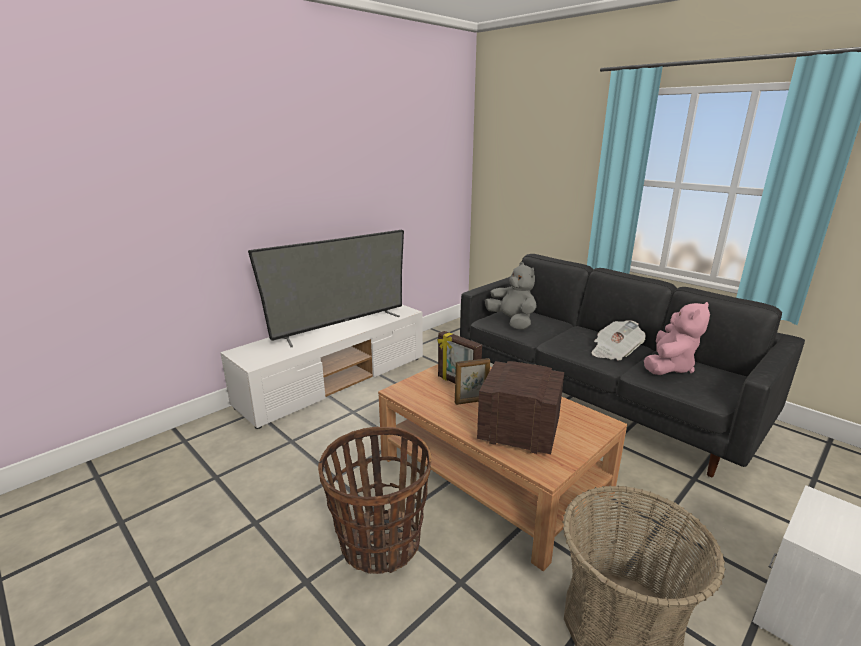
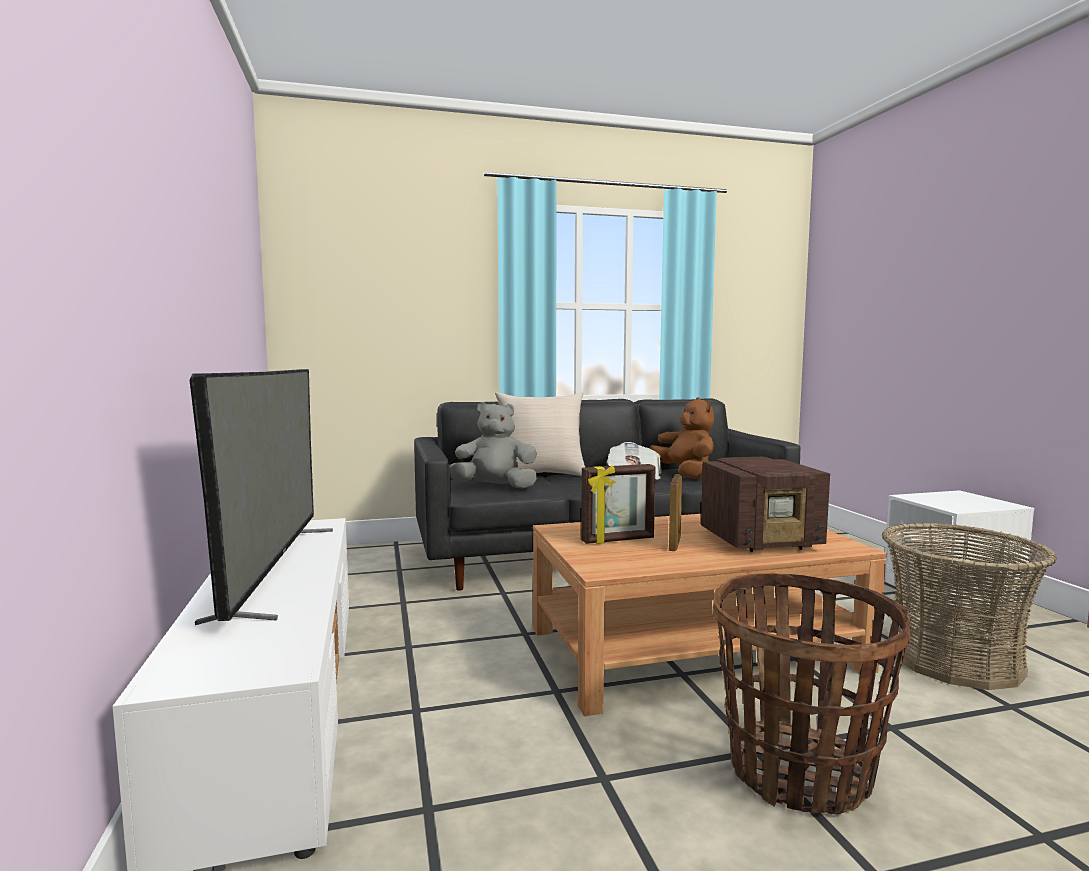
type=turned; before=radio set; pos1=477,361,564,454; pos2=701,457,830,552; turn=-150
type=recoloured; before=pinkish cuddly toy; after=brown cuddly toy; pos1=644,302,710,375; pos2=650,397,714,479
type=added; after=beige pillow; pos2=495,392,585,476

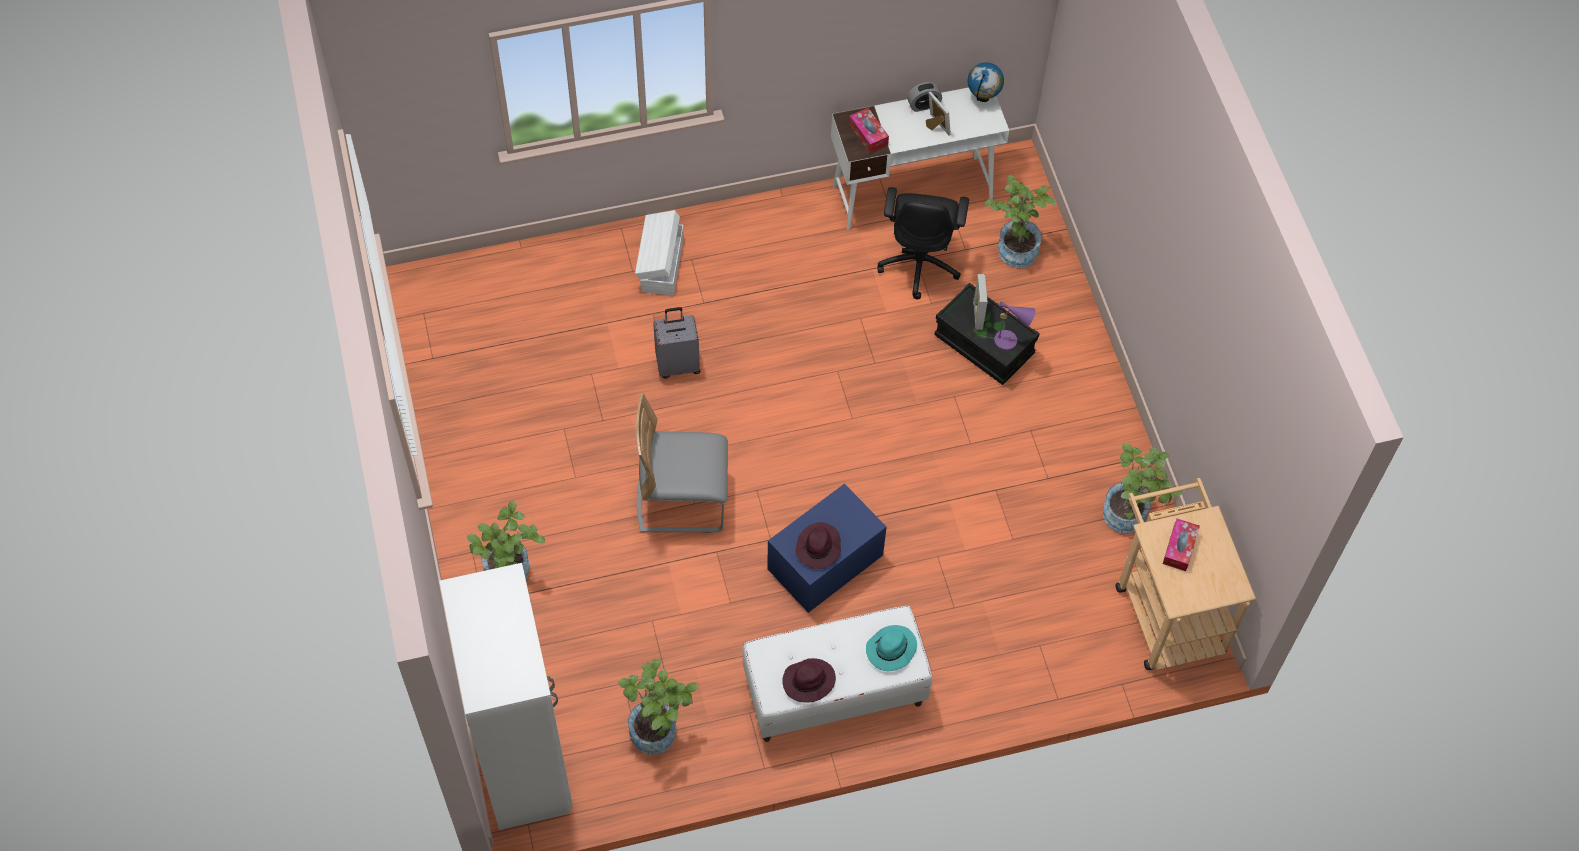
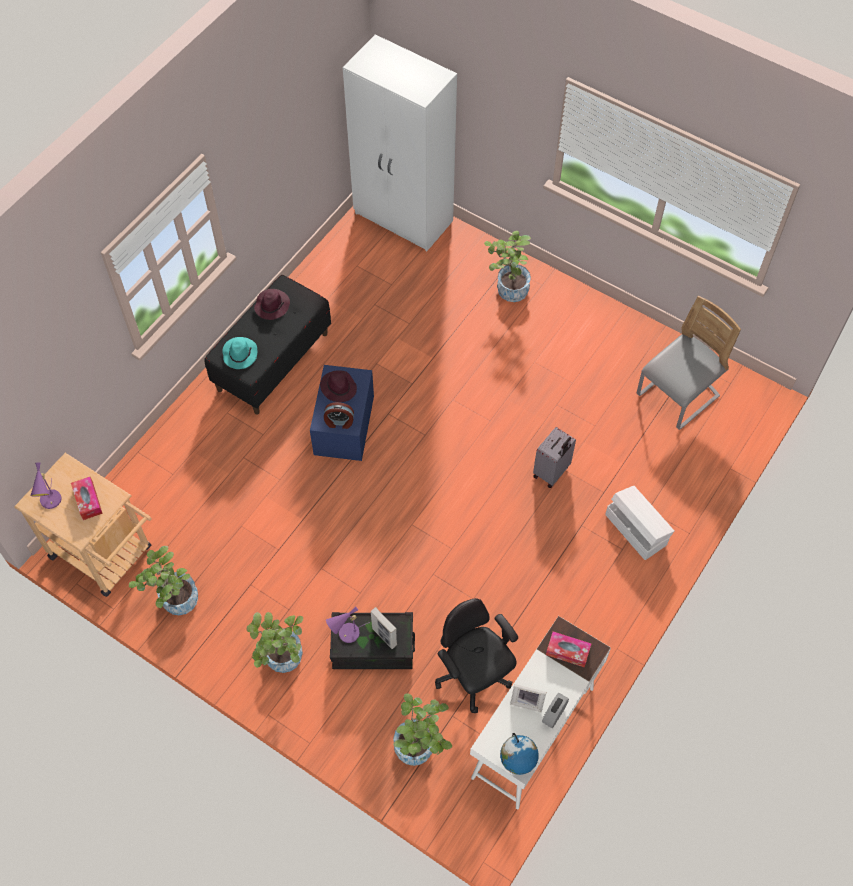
type=moved; before=houseplant; pos1=618,659,698,755; pos2=246,612,303,673
type=moved; before=gray upright chair; pos1=636,393,728,533; pos2=637,296,741,430
type=recoloured; before=whitish indoor bench; after=black-coloured indoor bench; pos1=742,606,932,742; pos2=204,275,331,415
type=added; after=purplish lamp for a table; pos2=31,462,61,509
type=added; after=table clock; pos2=324,402,354,429

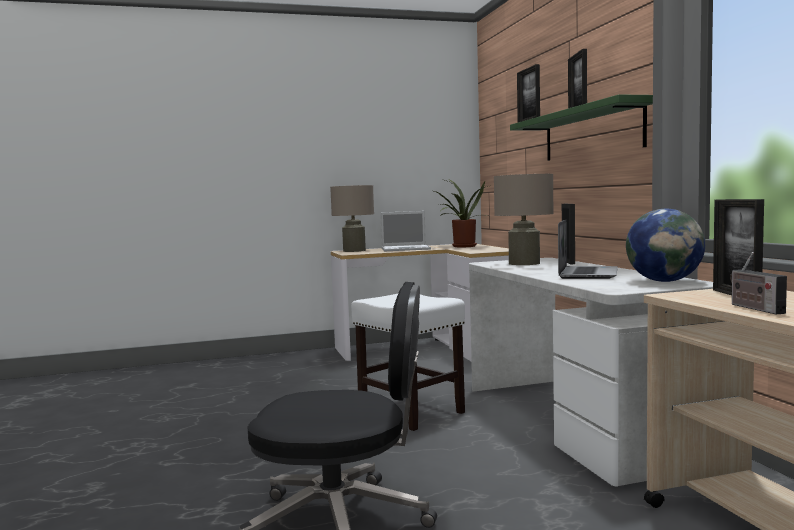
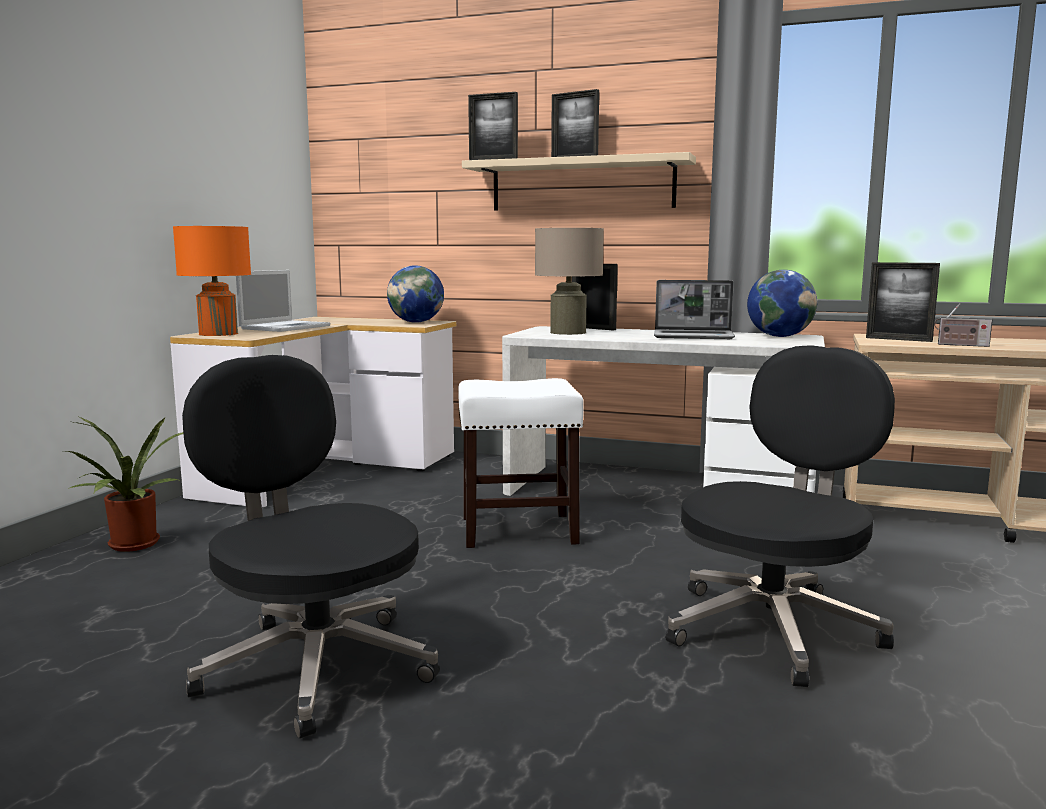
type=recoloured; before=beige lamp for a table; after=orange lamp for a table; pos1=330,185,374,252; pos2=173,226,251,336
type=moved; before=houseplant; pos1=434,179,488,247; pos2=67,416,183,552
type=recoloured; before=green-coloured bracket shelf; after=beige bracket shelf; pos1=510,94,653,161; pos2=462,152,696,211
type=turned; before=laptop; pos1=558,219,618,279; pos2=654,280,735,339; turn=135
type=added; after=black-coloured desk chair; pos2=182,355,440,739
type=added; after=globe; pos2=387,265,444,323

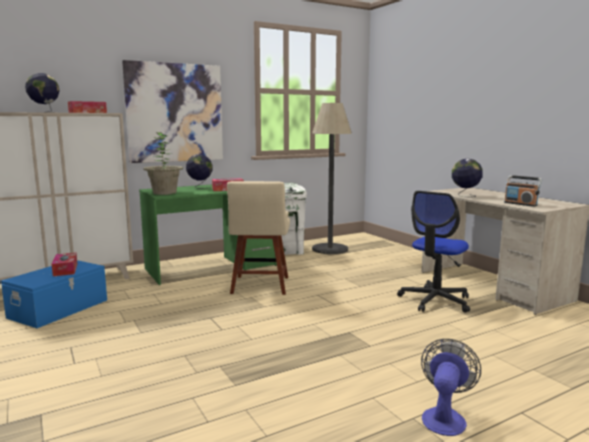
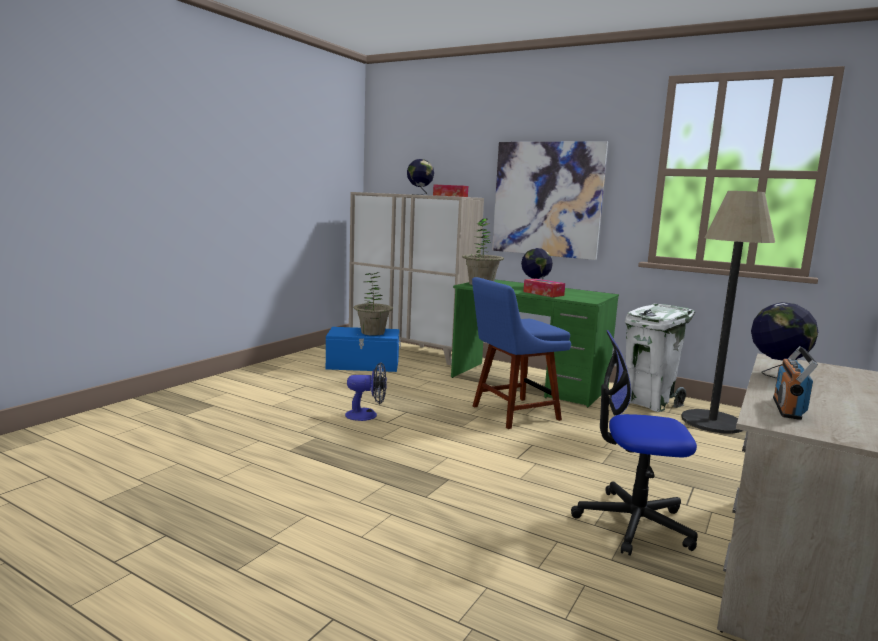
type=replaced; before=box of tissues; after=houseplant; pos1=52,253,77,276; pos2=354,272,393,336
type=recoloured; before=beige upright chair; after=blue-coloured upright chair; pos1=227,181,290,295; pos2=472,277,571,429
type=moved; before=cooling fan; pos1=421,339,481,436; pos2=345,362,387,421

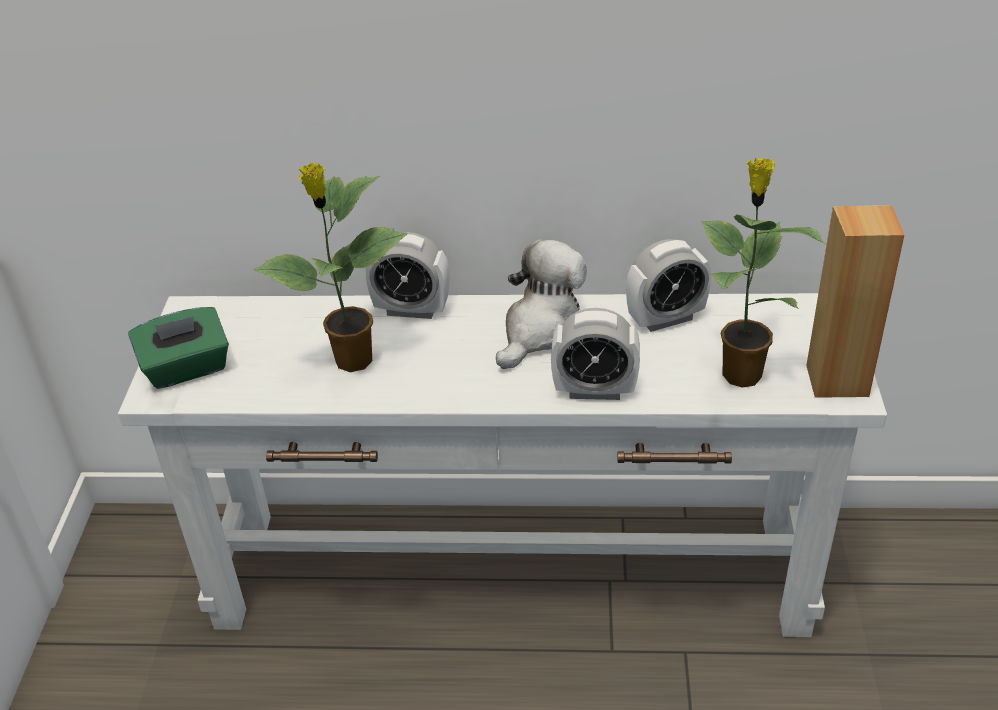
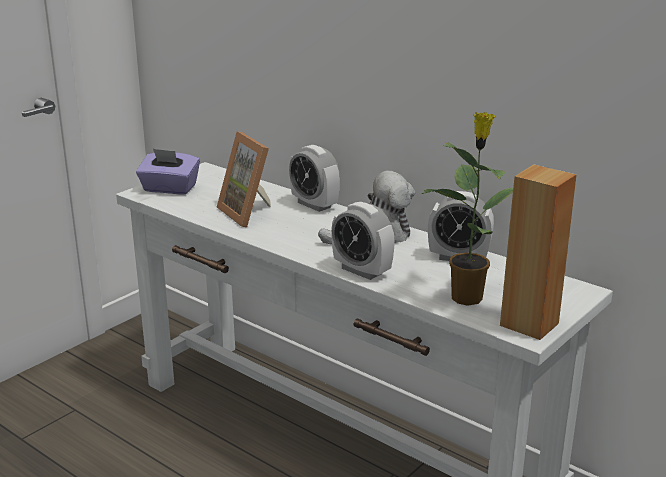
type=recoloured; before=green-coloured box of tissues; after=purplish box of tissues; pos1=128,307,229,389; pos2=136,149,200,194
type=replaced; before=houseplant; after=standing frame; pos1=253,162,408,372; pos2=217,131,271,227

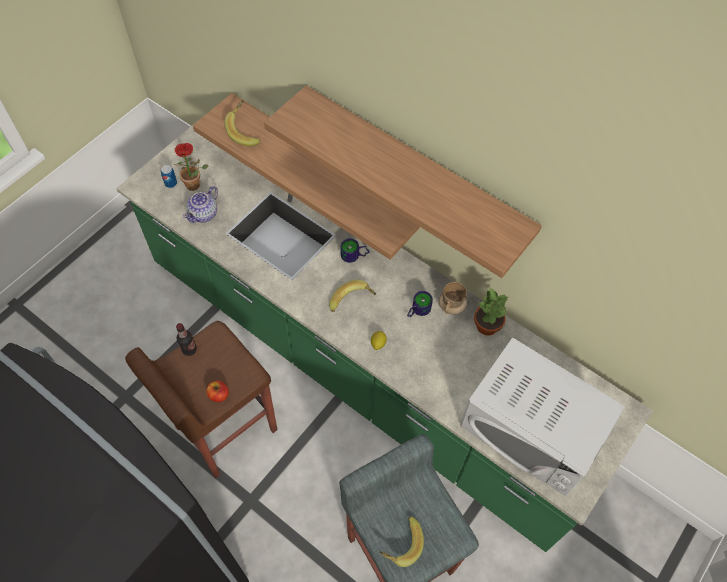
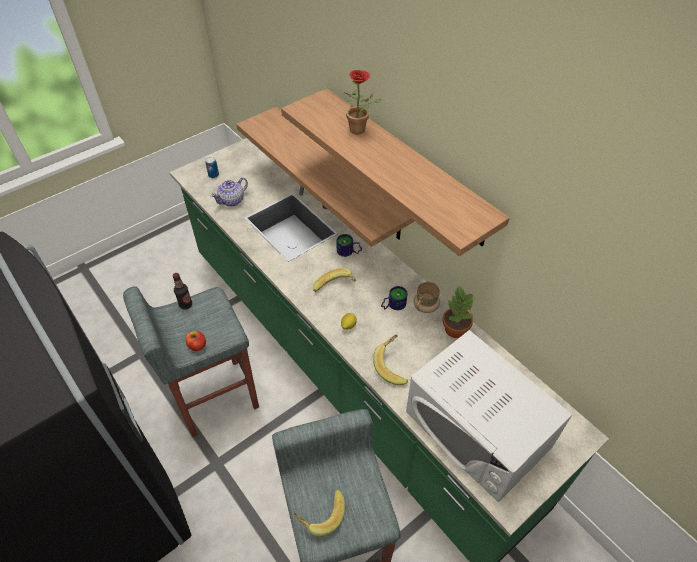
type=recoloured; before=brown stool; after=gray stool; pos1=125,321,277,478; pos2=123,286,259,437
type=moved; before=houseplant; pos1=174,143,209,191; pos2=344,70,382,134
type=moved; before=banana fruit; pos1=225,100,261,147; pos2=373,334,408,385

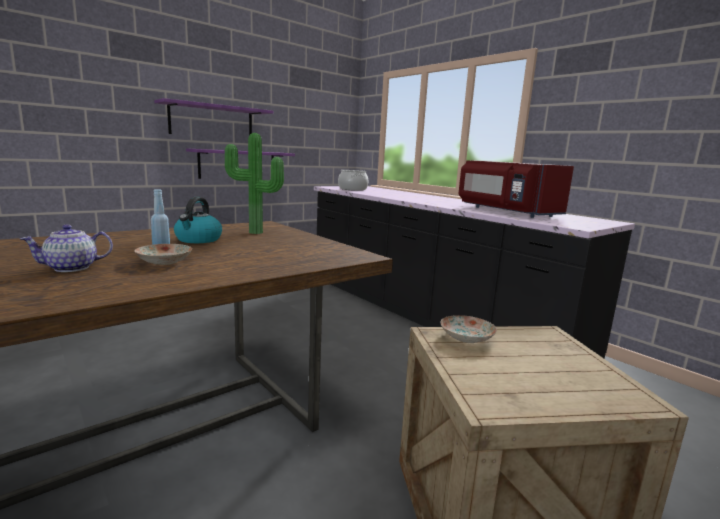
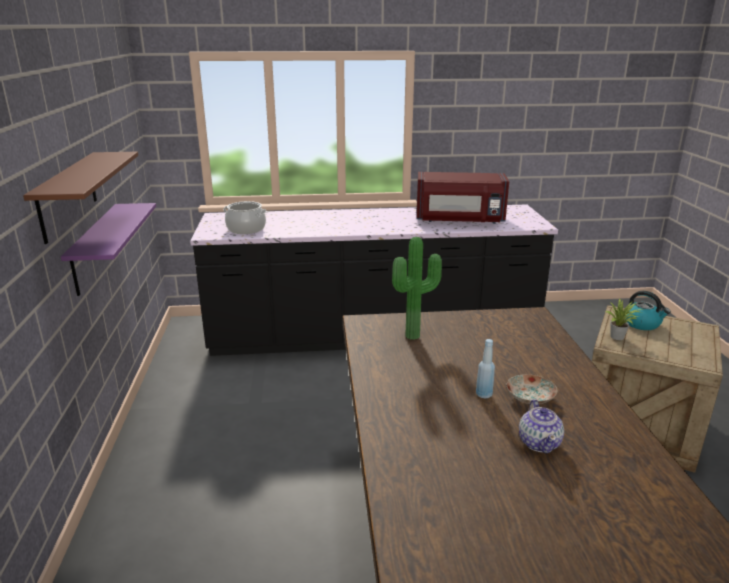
type=recoloured; before=purplish bracket shelf; after=brown bracket shelf; pos1=154,98,273,135; pos2=23,152,138,244
type=moved; before=water kettle; pos1=174,197,222,243; pos2=624,291,671,330
type=replaced; before=plate; after=houseplant; pos1=440,315,497,343; pos2=605,298,642,340

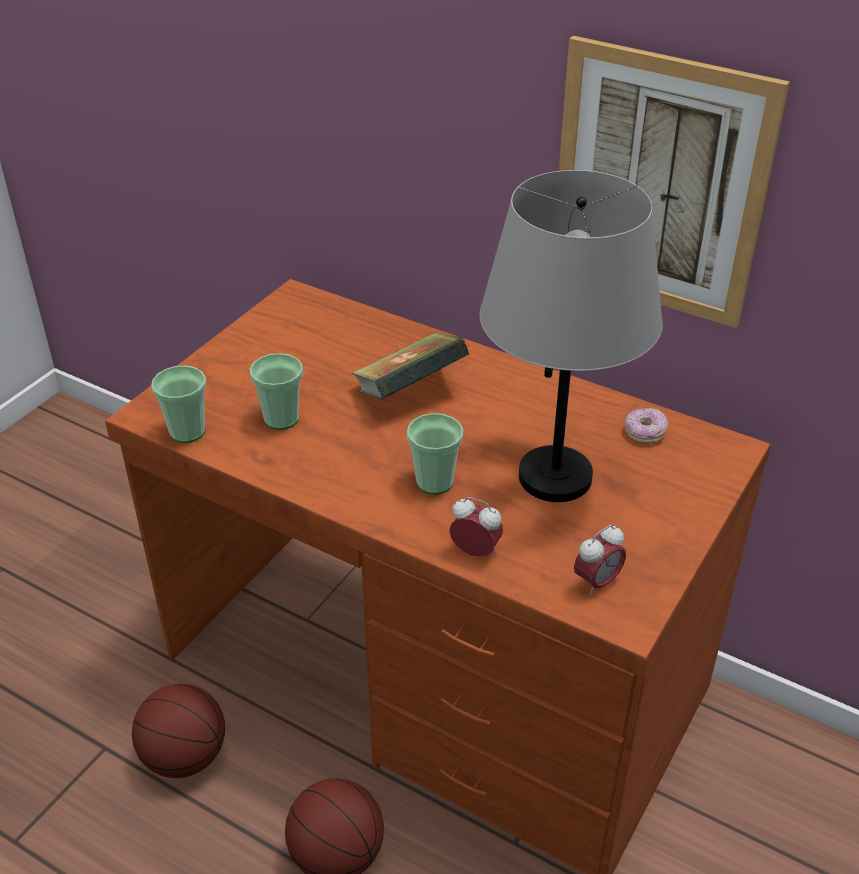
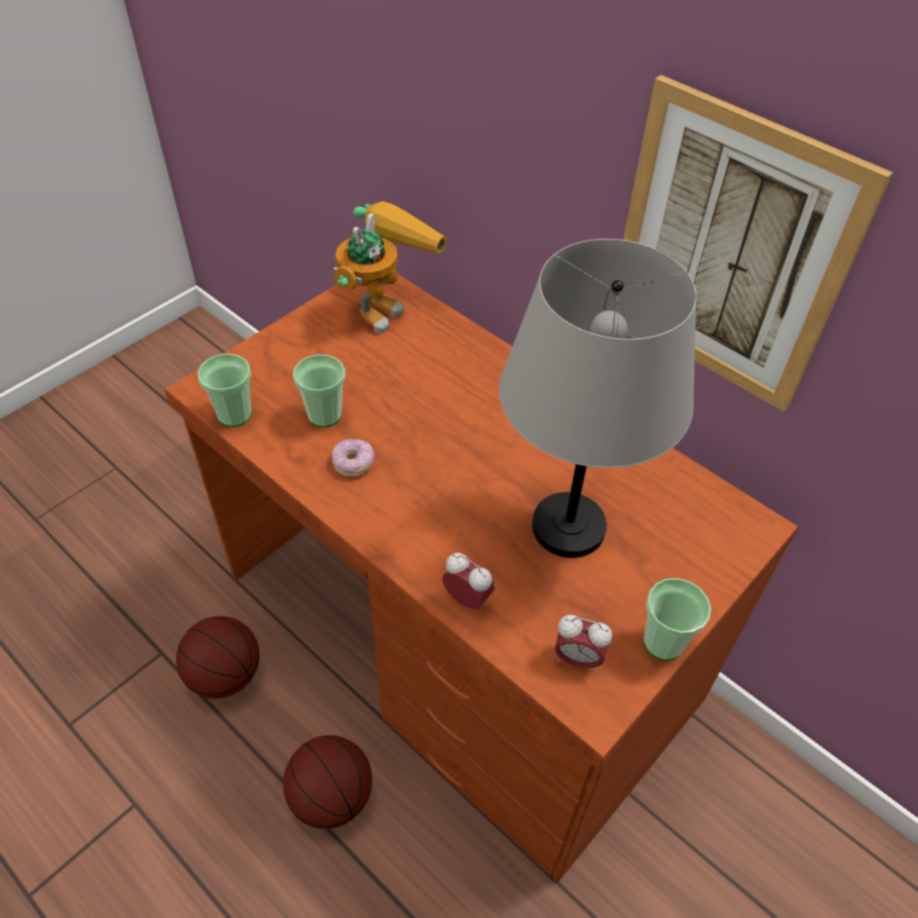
type=removed; before=bound book; pos1=352,332,469,400
type=moved; before=drinking cup; pos1=407,413,463,495; pos2=643,578,711,661
type=turned; before=table clock; pos1=574,525,626,596; pos2=555,615,612,671; turn=45
type=moved; before=doughnut; pos1=625,408,668,444; pos2=332,438,374,477
type=added; after=toy robot; pos2=333,201,447,334

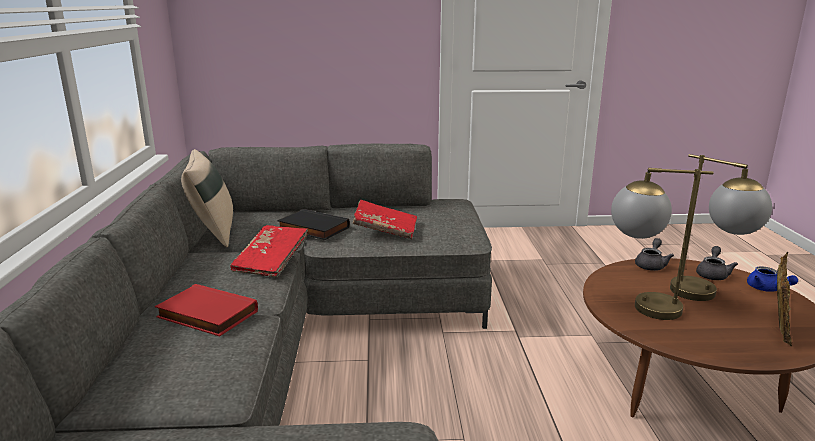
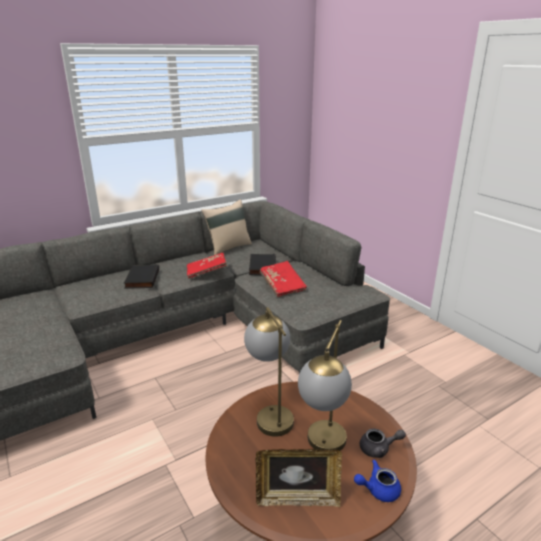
type=recoloured; before=reddish bound book; after=black-coloured bound book; pos1=155,284,258,336; pos2=124,265,159,289
type=removed; before=gray pot for tea; pos1=635,238,674,271
type=turned; before=blue-coloured pot for tea; pos1=747,266,798,292; pos2=354,460,401,502; turn=45

